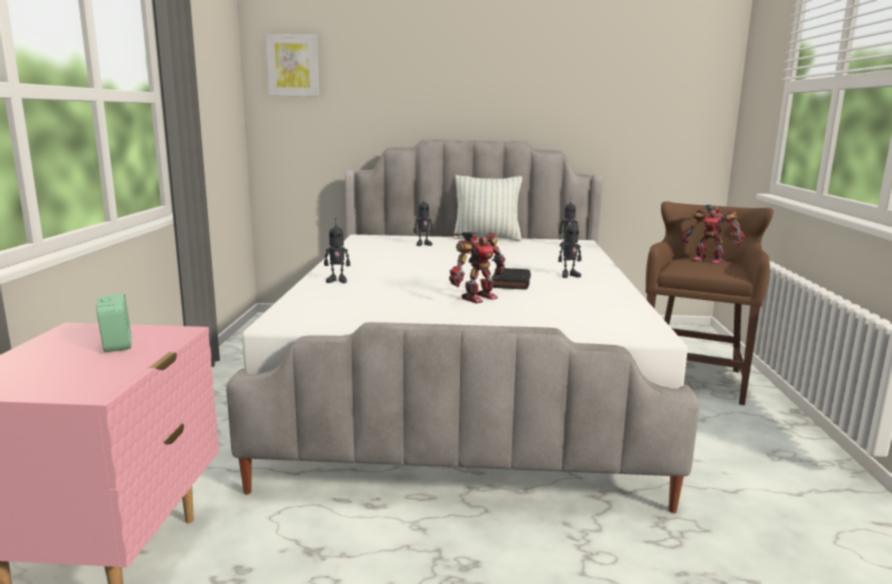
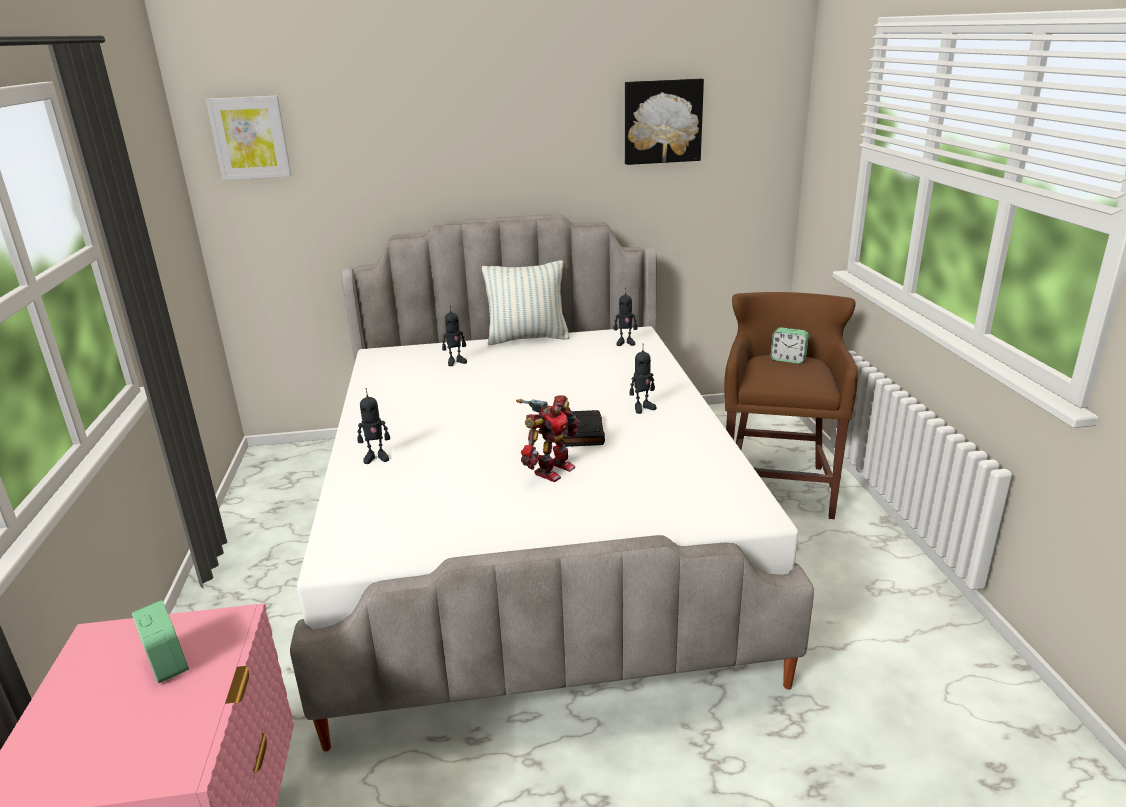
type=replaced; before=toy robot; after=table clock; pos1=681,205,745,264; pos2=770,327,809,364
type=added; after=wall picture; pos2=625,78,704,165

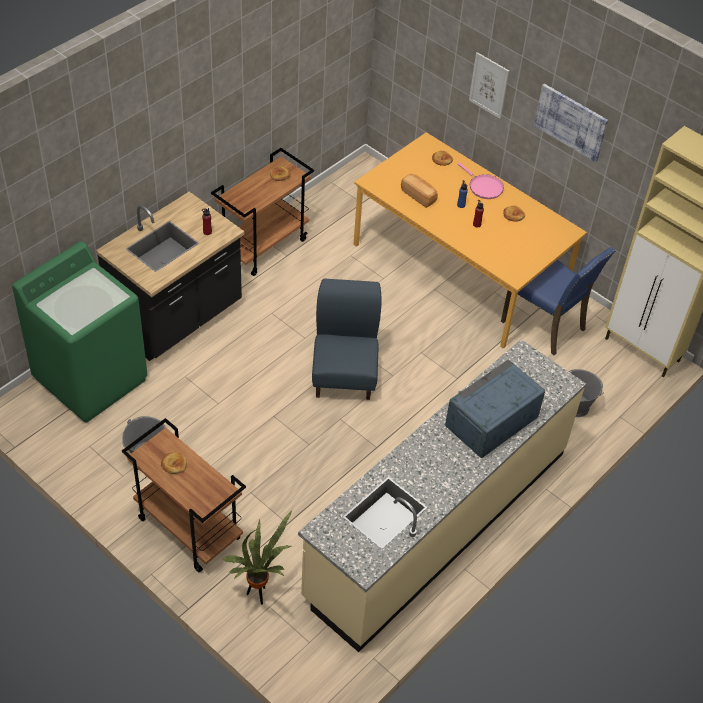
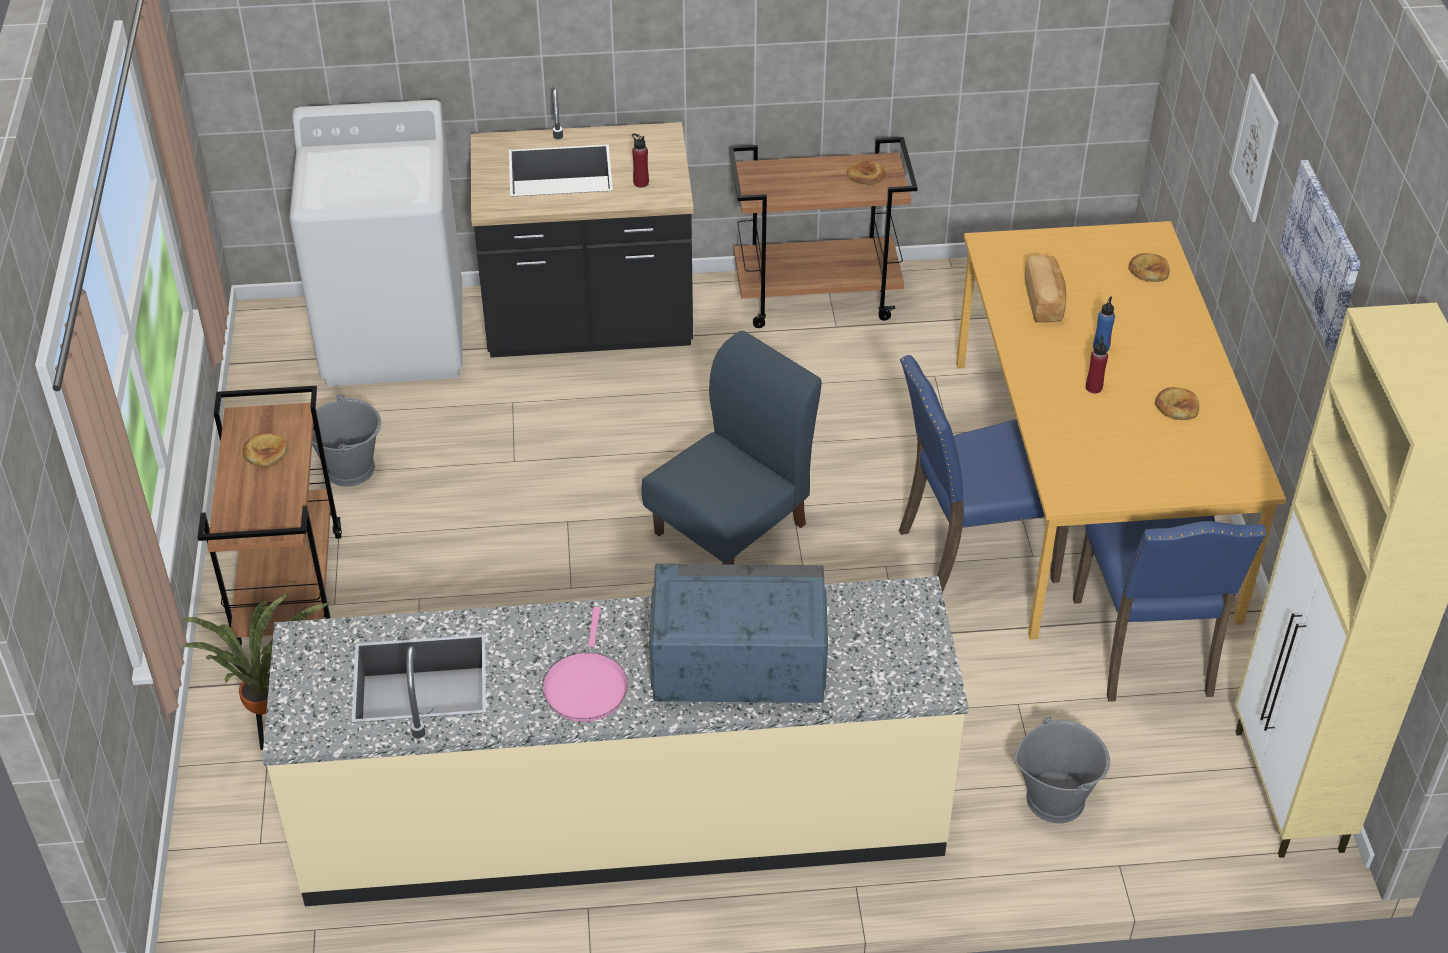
type=recoloured; before=green-coloured washing machine; after=whitish washing machine; pos1=12,241,147,423; pos2=289,100,462,386
type=moved; before=pinkish pan; pos1=458,163,504,199; pos2=542,607,628,722
type=added; after=blue-coloured upright chair; pos2=899,355,1069,593

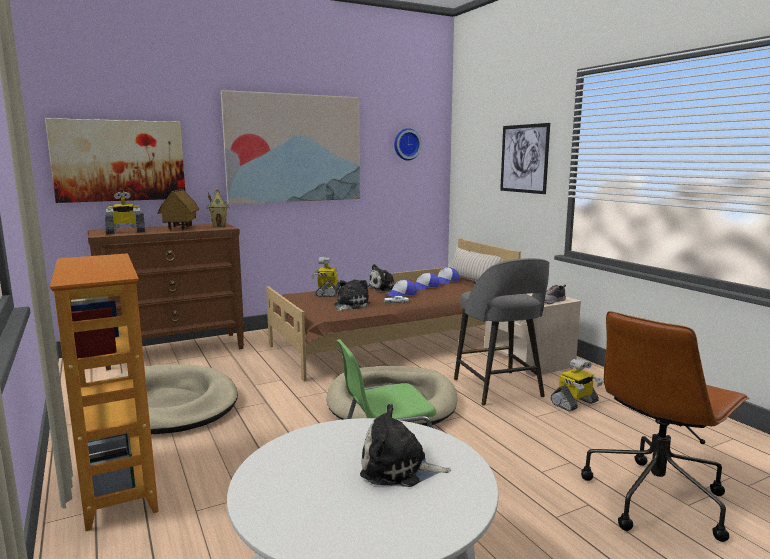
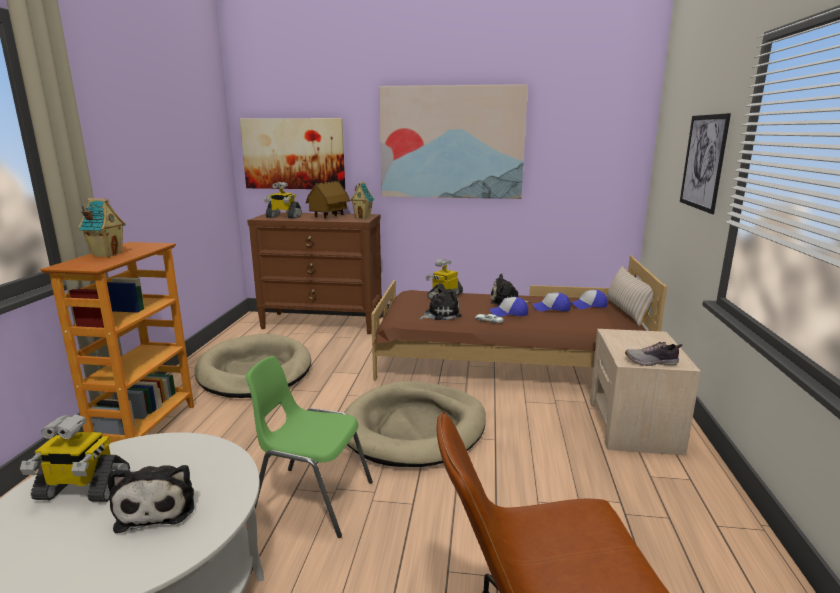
type=turned; before=cuddly toy; pos1=360,404,451,487; pos2=107,465,194,533; turn=-150
type=removed; before=clock on the wall; pos1=394,128,422,160
type=removed; before=gray stool; pos1=454,258,549,406
type=moved; before=toy robot; pos1=551,358,603,412; pos2=20,414,130,502
type=added; after=toy house; pos2=78,198,126,257

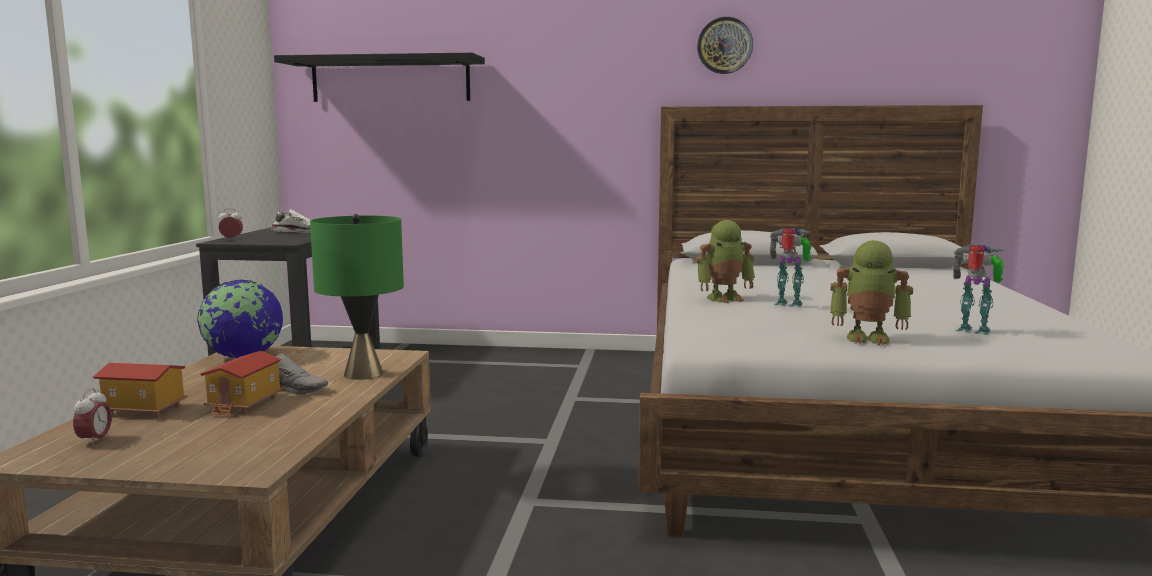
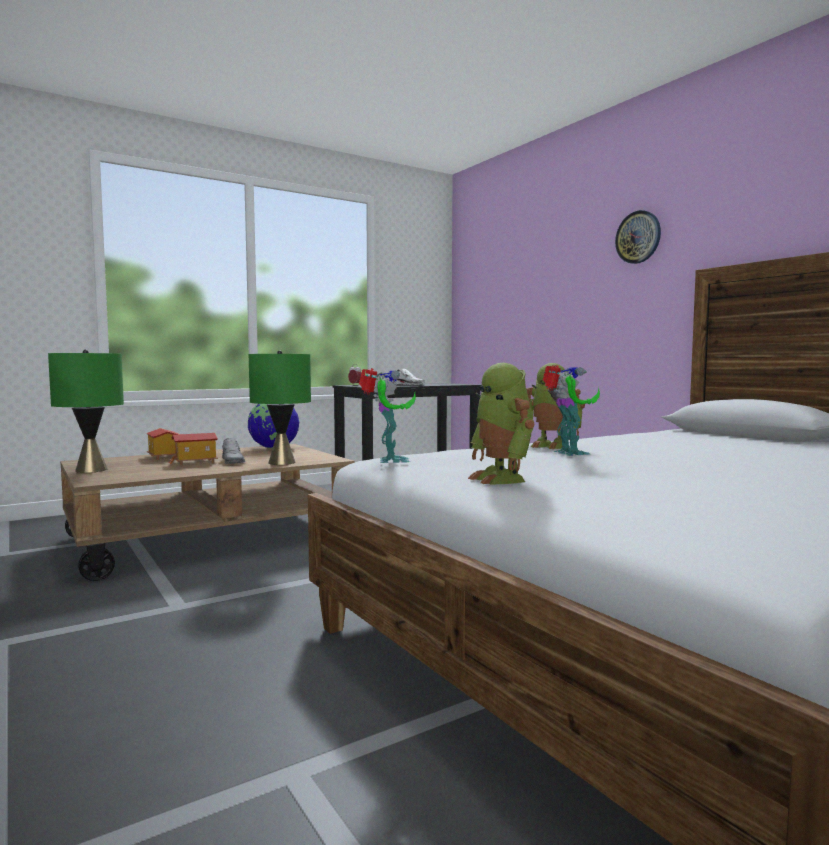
type=removed; before=table clock; pos1=73,388,112,446
type=removed; before=black-coloured bracket shelf; pos1=274,53,485,102
type=moved; before=clock on the wall; pos1=697,17,753,74; pos2=615,210,661,264
type=moved; before=toy robot; pos1=953,244,1004,335; pos2=359,368,416,463
type=added; after=green-coloured lamp for a table; pos2=48,349,124,473

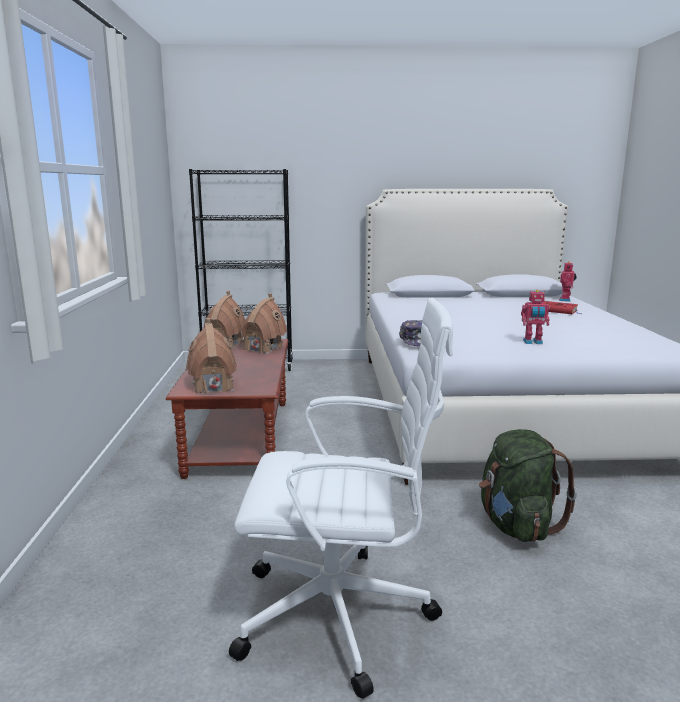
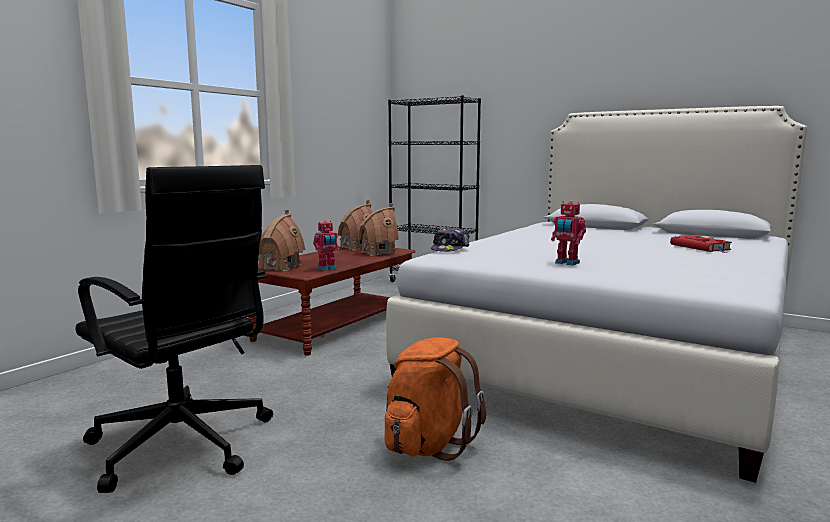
type=recoloured; before=whitish desk chair; after=black-coloured desk chair; pos1=229,297,453,699; pos2=76,165,273,493
type=recoloured; before=green-coloured knapsack; after=orange knapsack; pos1=479,429,577,542; pos2=384,337,486,461
type=moved; before=toy robot; pos1=559,261,577,302; pos2=313,220,340,270

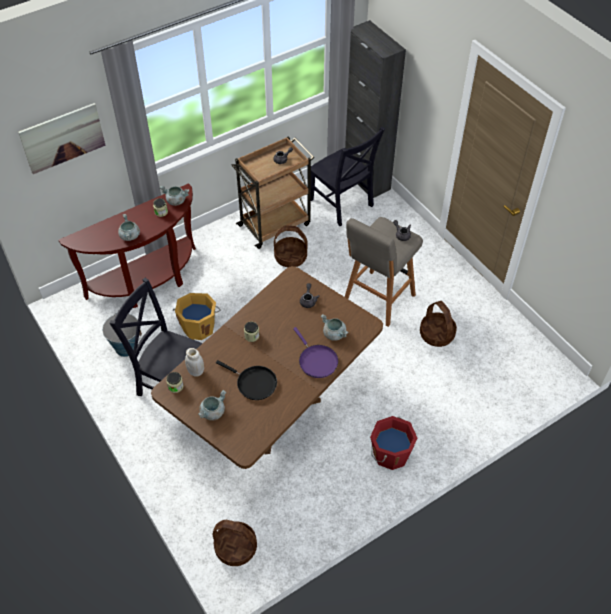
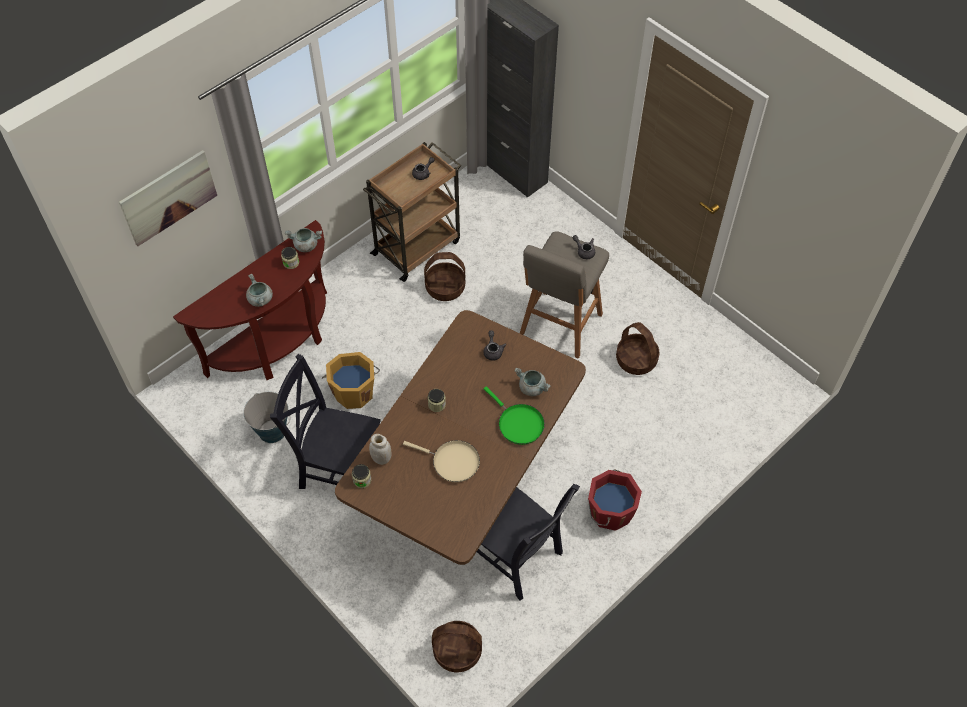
type=removed; before=gray cooking pot; pos1=198,390,226,421
type=recoloured; before=black-coloured pan; after=beige pan; pos1=216,360,277,400; pos2=403,440,480,482
type=recoloured; before=purplish pan; after=green-coloured pan; pos1=293,327,338,378; pos2=484,386,545,445
type=moved; before=black-coloured upright chair; pos1=311,127,385,226; pos2=477,484,580,601

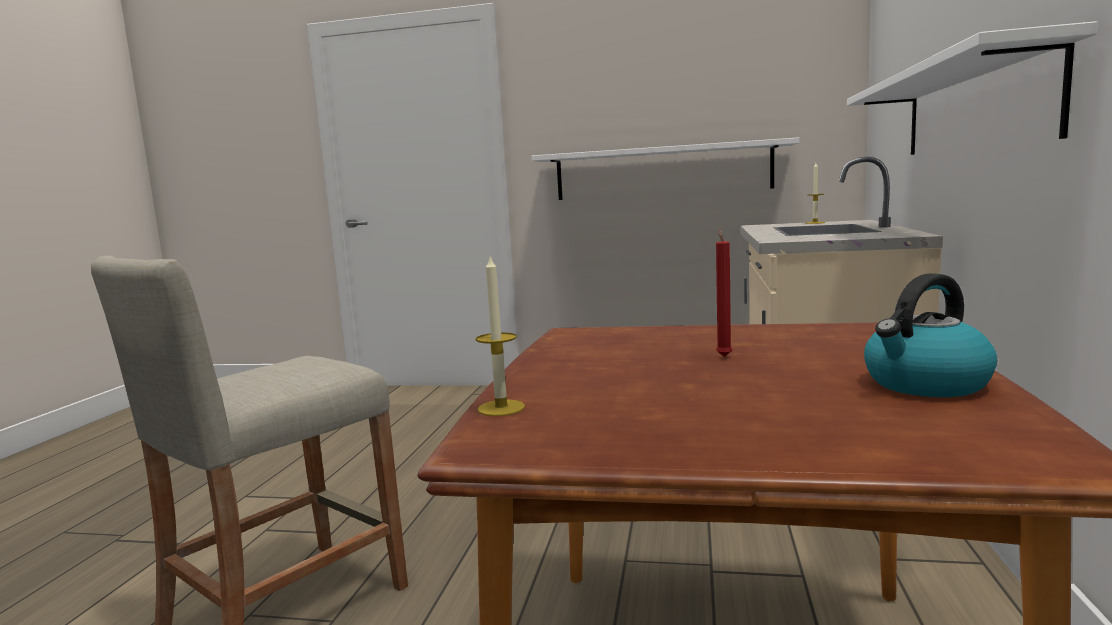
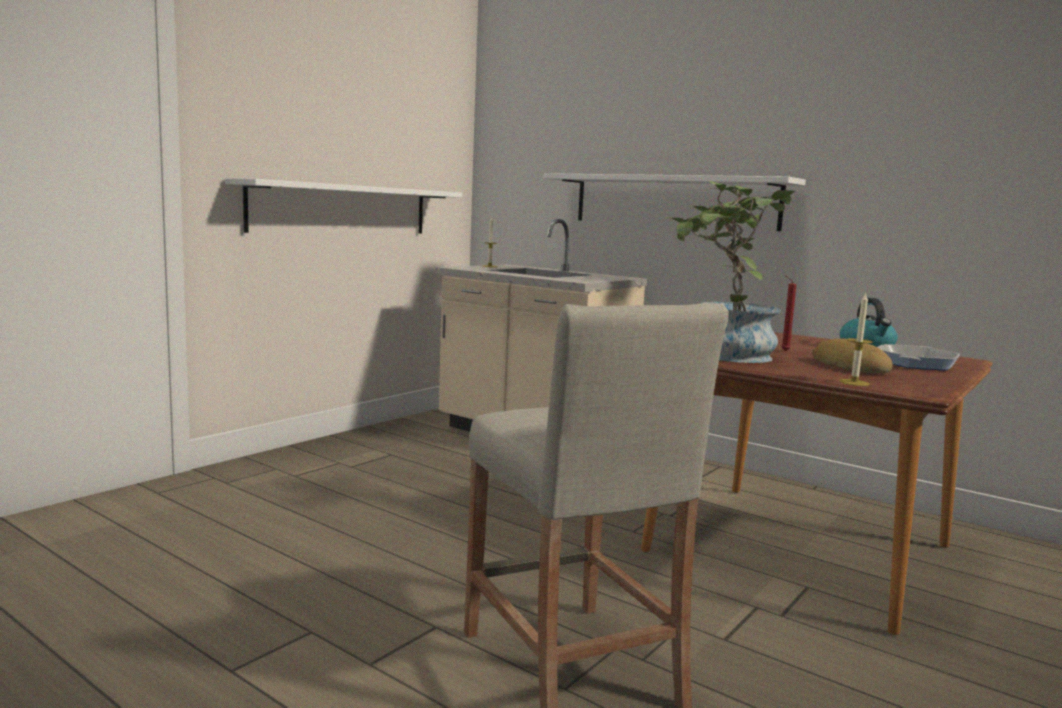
type=added; after=houseplant; pos2=665,181,795,363
type=added; after=bread; pos2=812,339,893,373
type=added; after=pan; pos2=878,344,960,370

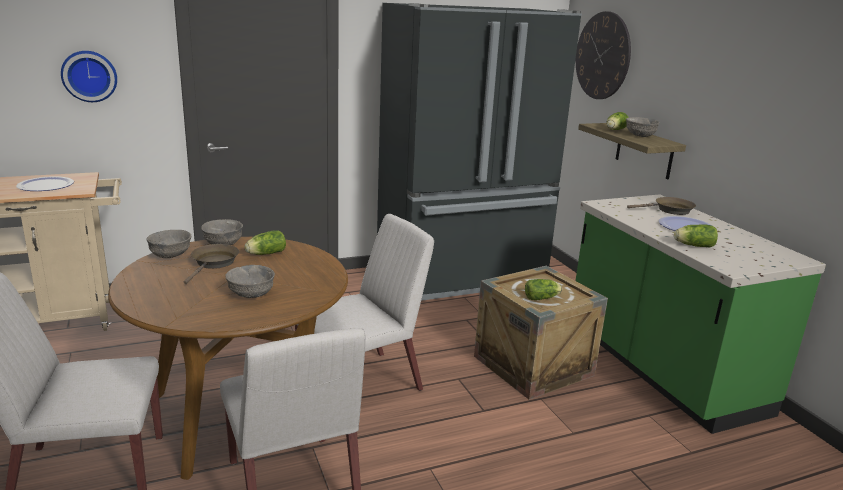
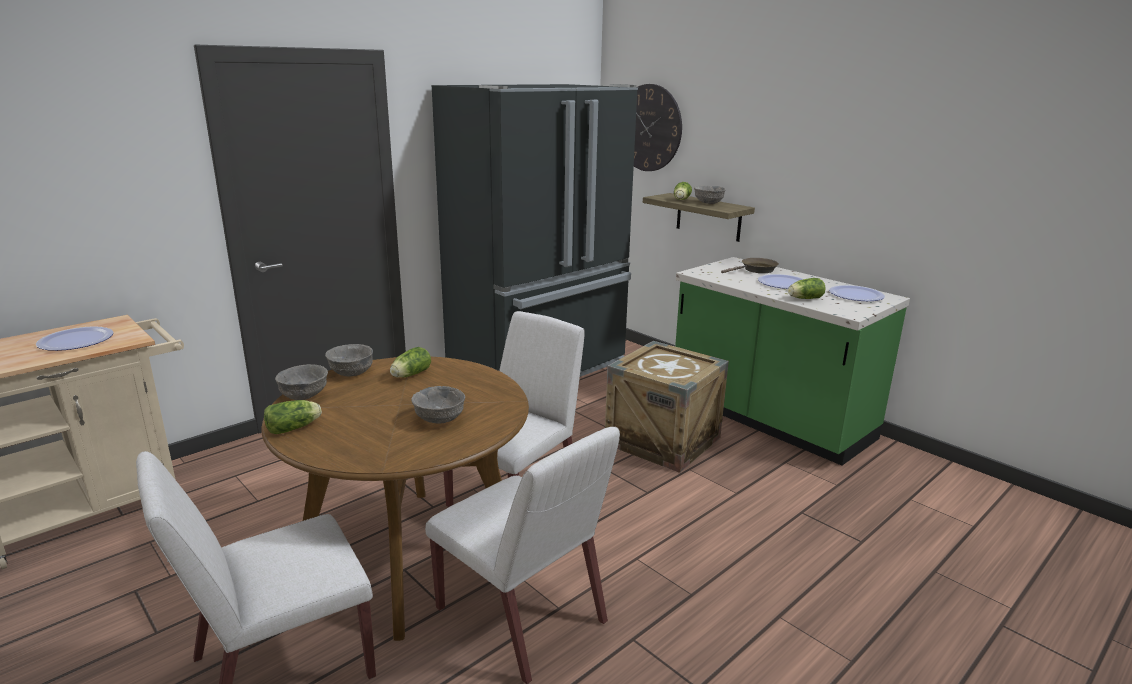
type=removed; before=clock on the wall; pos1=61,51,117,102
type=removed; before=brown pan; pos1=184,244,239,284
type=moved; before=lettuce head; pos1=525,279,562,300; pos2=264,400,322,434
type=added; after=plate; pos2=829,285,885,301

